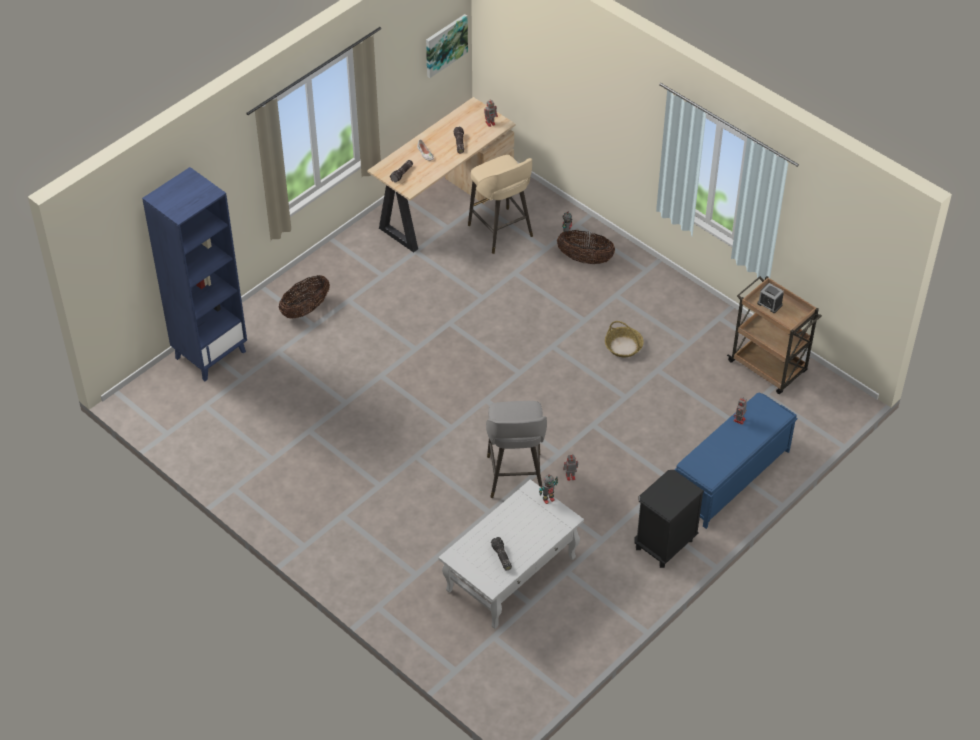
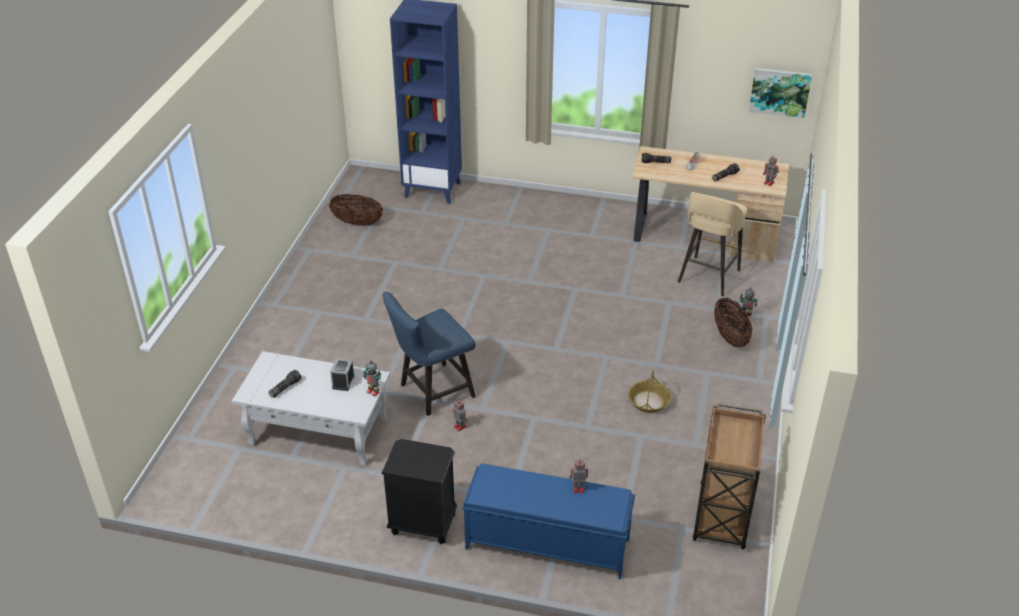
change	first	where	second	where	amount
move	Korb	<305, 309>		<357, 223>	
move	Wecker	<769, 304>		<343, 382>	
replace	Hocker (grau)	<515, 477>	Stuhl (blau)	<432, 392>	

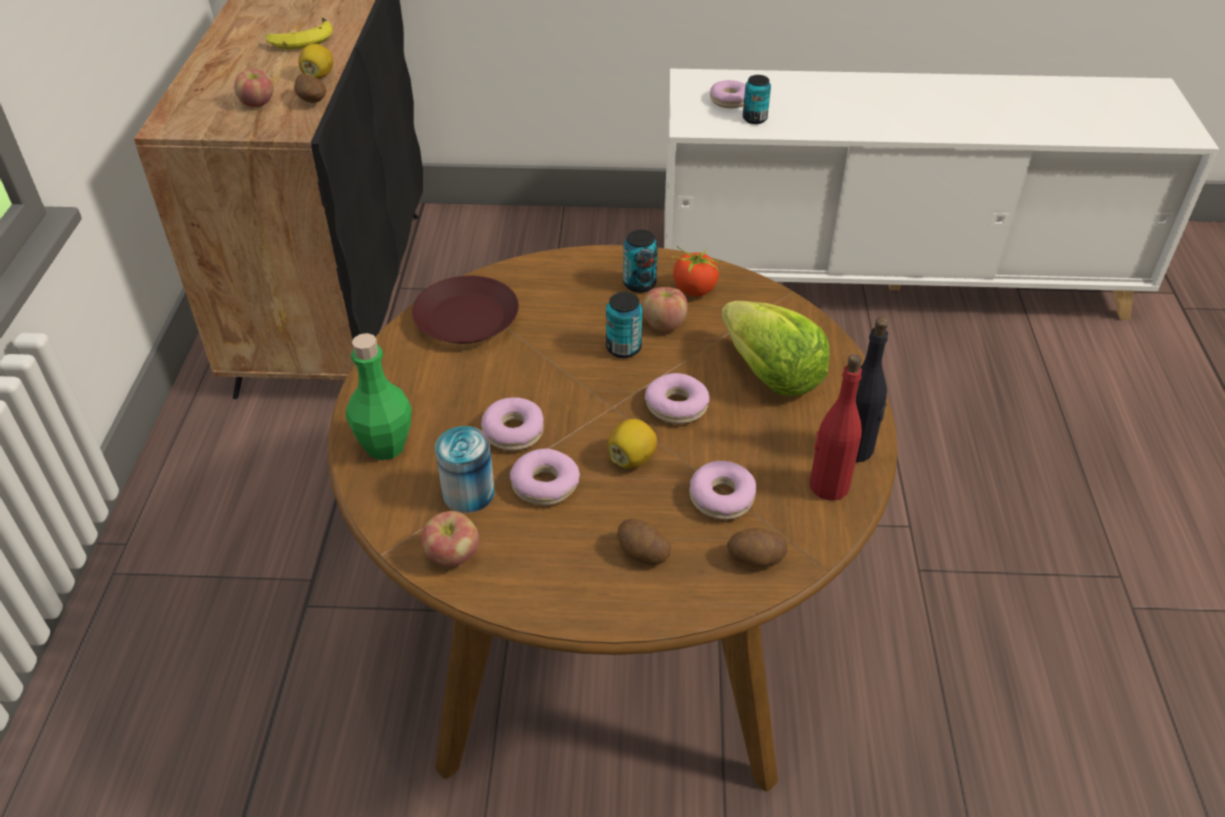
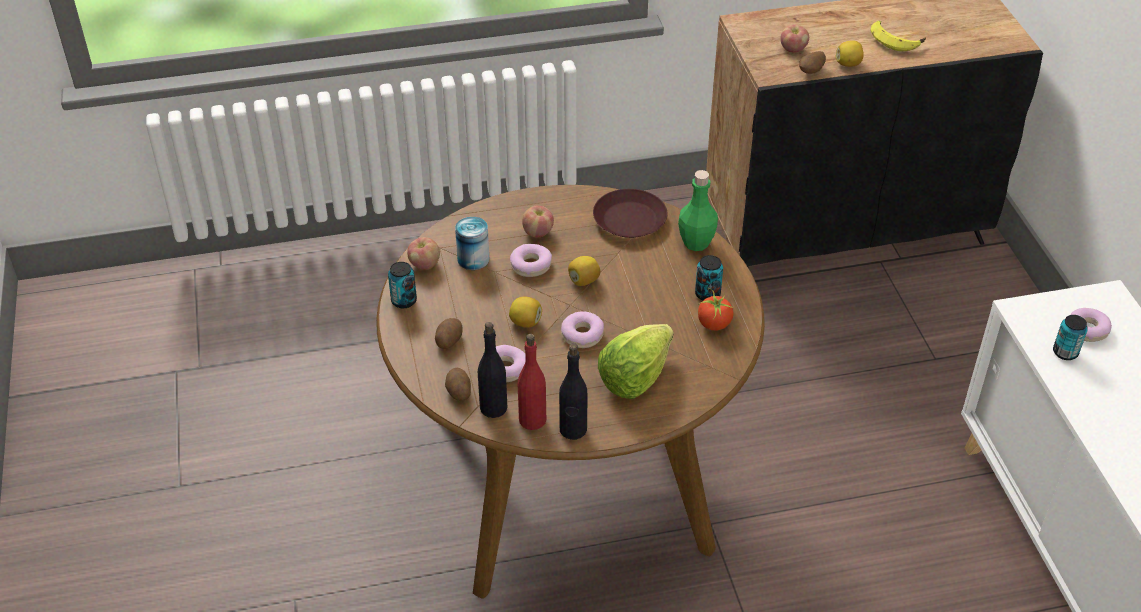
change	first	where	second	where	amount
delete	Donut	<545, 485>			
insert			Flasche (schwarz)	<493, 407>	
insert			Zitrone	<583, 281>	
move	Flasche (grün)	<385, 446>		<696, 243>	
move	Dose	<623, 348>		<404, 301>	
move	Apfel	<664, 324>		<538, 232>	

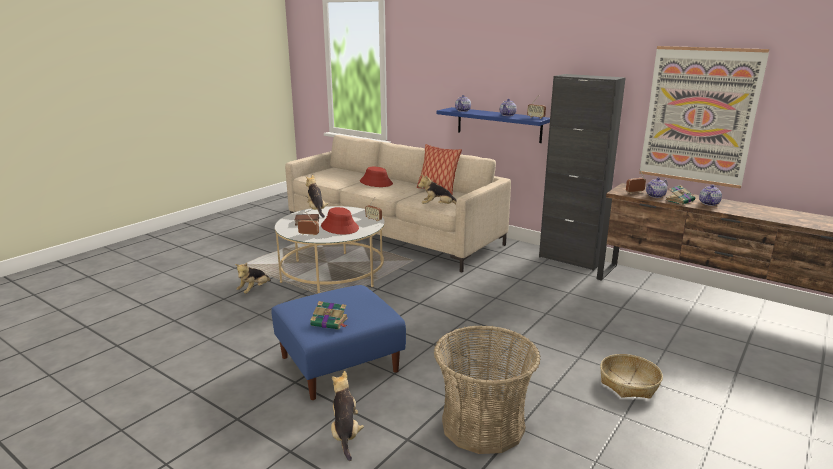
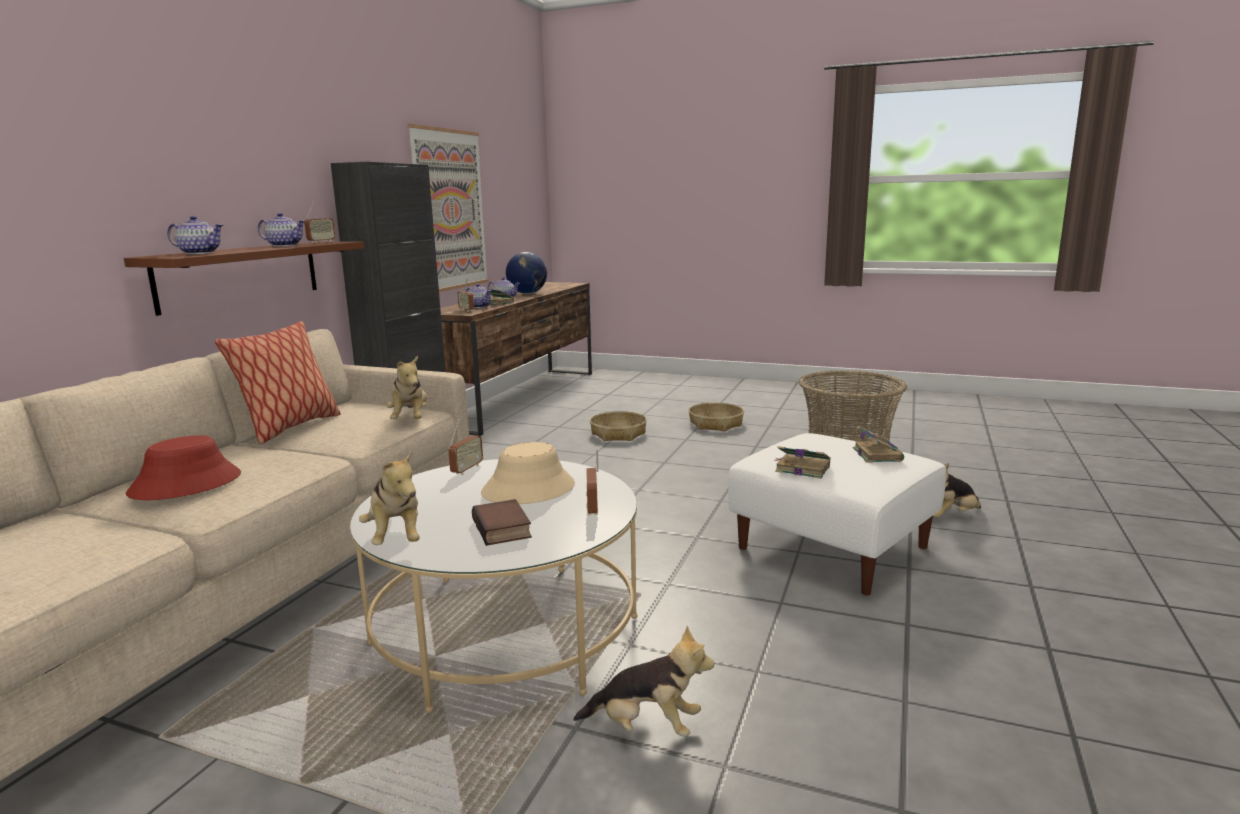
change	first	where	second	where	amount
insert			Globus	<527, 293>	
insert			Korb	<618, 434>	
insert			Buch	<801, 468>	
recolor	Polsterhocker (blau)	<339, 364>	Polsterhocker (weiß)	<833, 547>	
recolor	Hut (rot)	<340, 227>	Hut (beige)	<528, 489>	
recolor	Wandregal (blau)	<498, 124>	Wandregal (braun)	<240, 275>	
rotate	Plüschtier	<317, 210>		<396, 537>	75 degrees counterclockwise

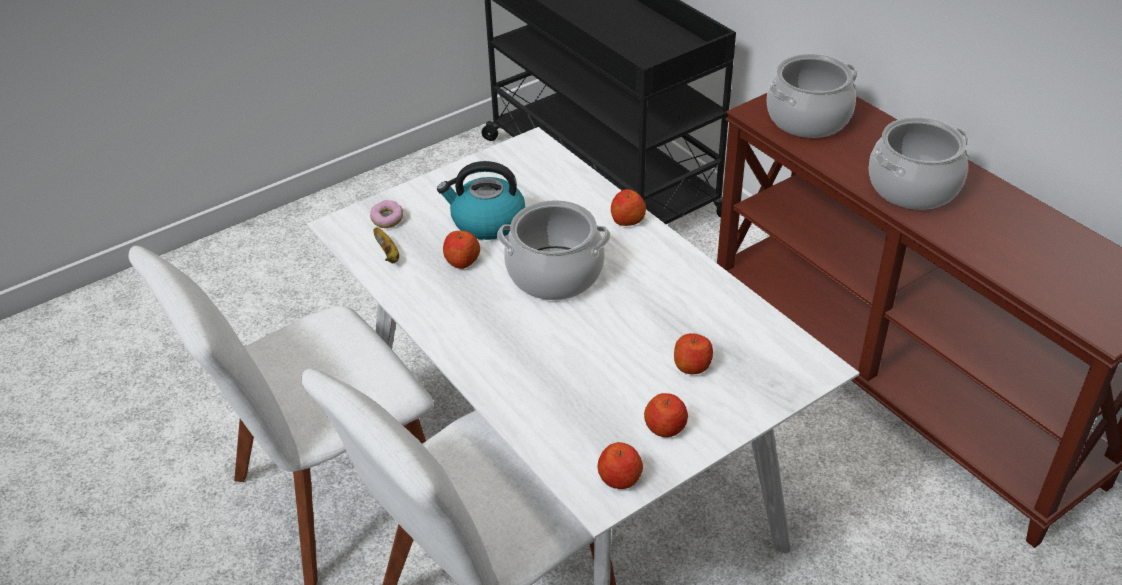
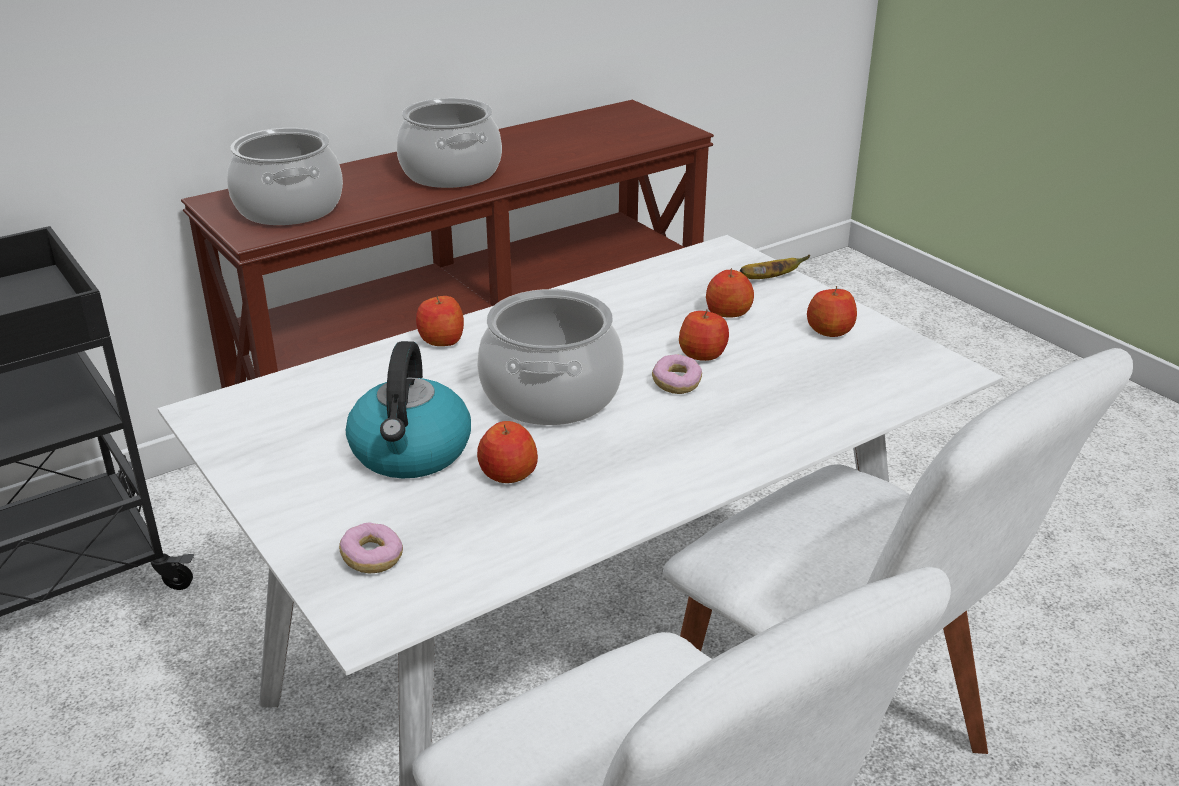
change	first	where	second	where	amount
insert			Donut	<676, 384>	
move	Banane	<388, 254>		<769, 278>	
move	Apfel	<619, 478>		<703, 354>	

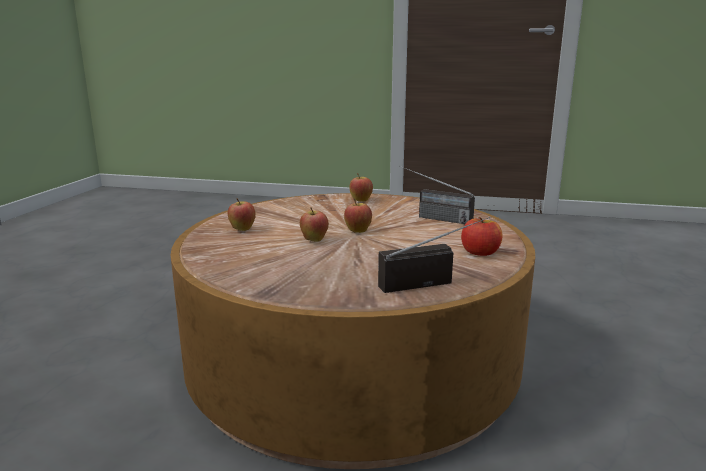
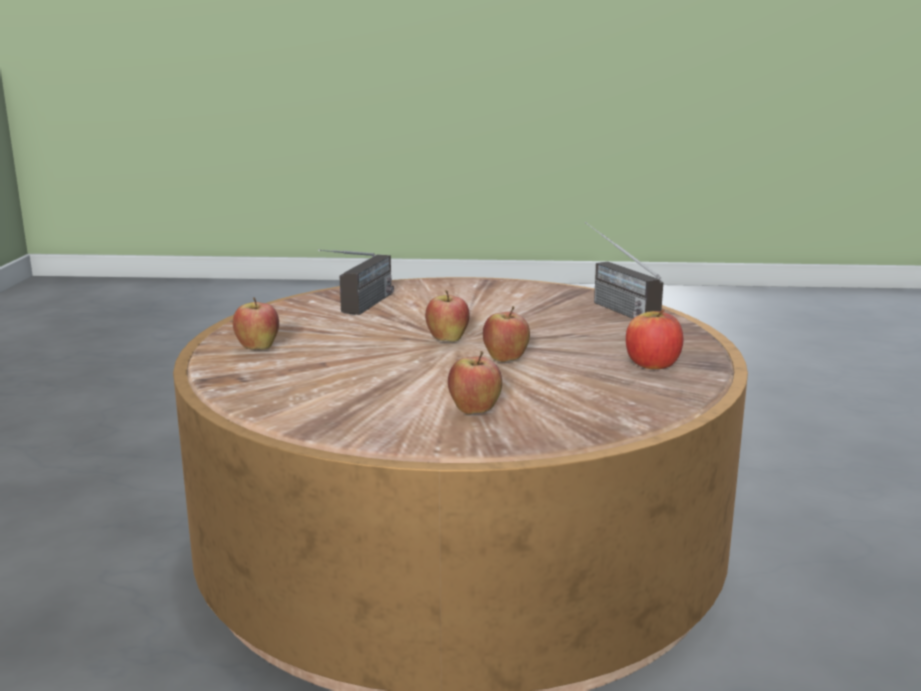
change	first	where	second	where	amount
move	Apfel	<480, 252>		<652, 364>	

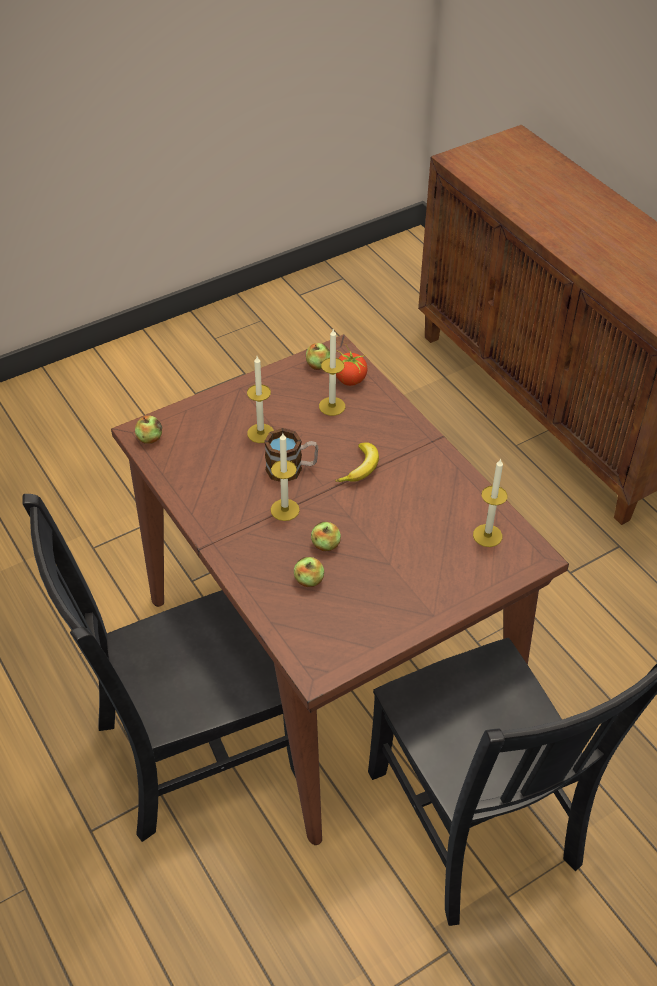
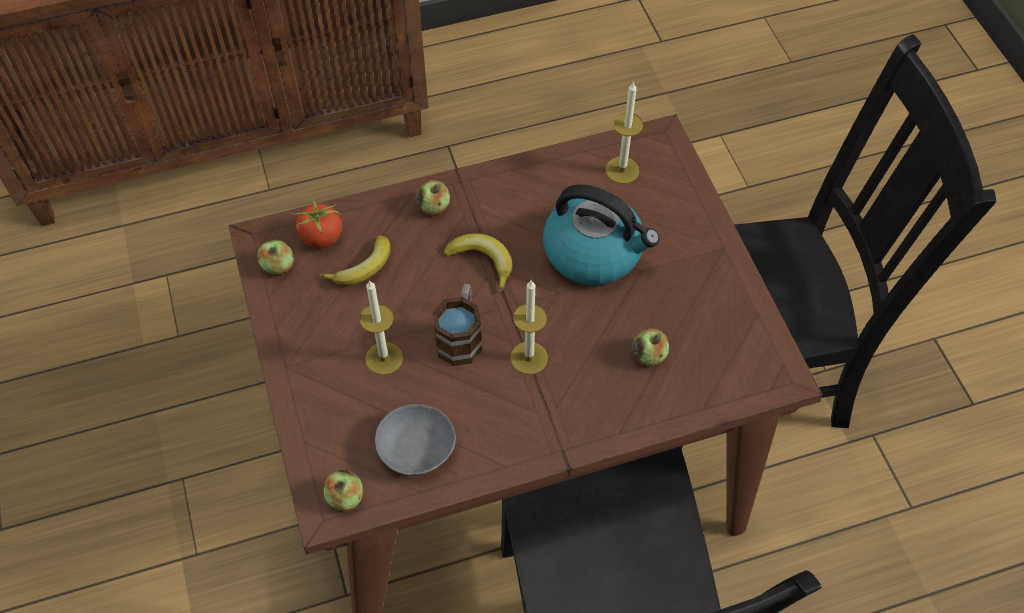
change	first	where	second	where	amount
insert			Schüssel (grau)	<418, 447>	
insert			Wasserkessel	<594, 252>	
move	Apfel	<325, 545>		<434, 207>	
replace	Kerze	<332, 406>	Banane	<363, 268>	

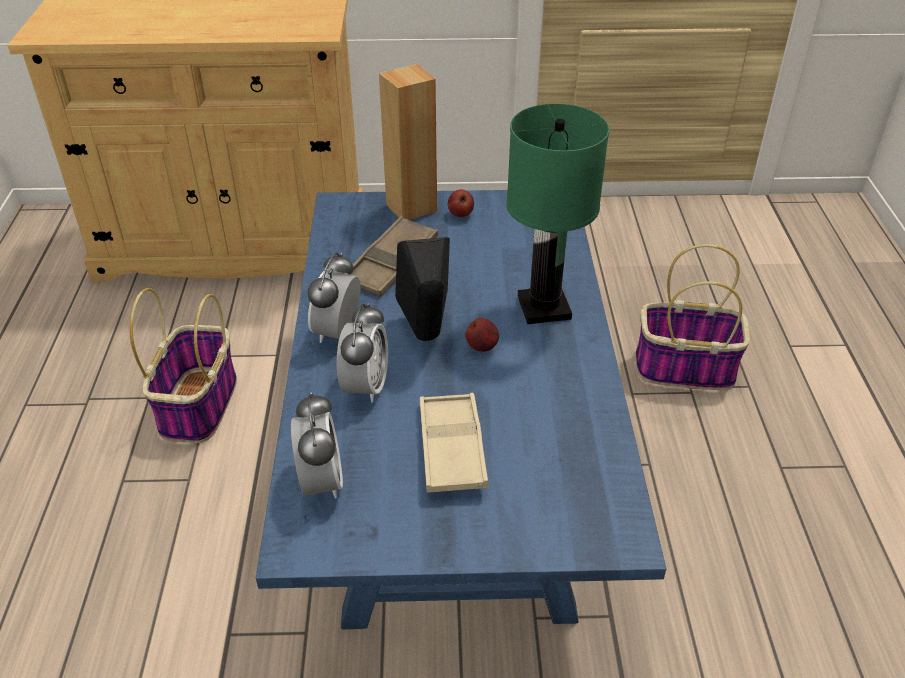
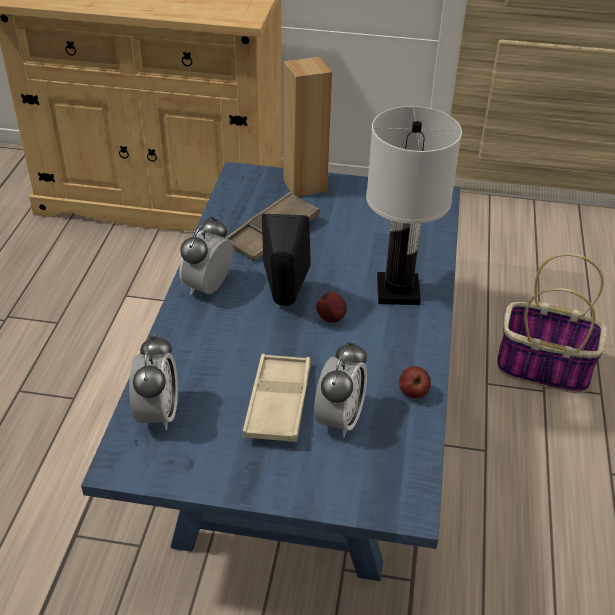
change	first	where	second	where	amount
delete	Korb	<198, 404>			
move	Wecker	<365, 386>		<339, 419>	
move	Apfel	<460, 214>		<413, 393>	
recolor	Tischlampe (grün)	<543, 308>	Tischlampe (weiß)	<397, 291>	

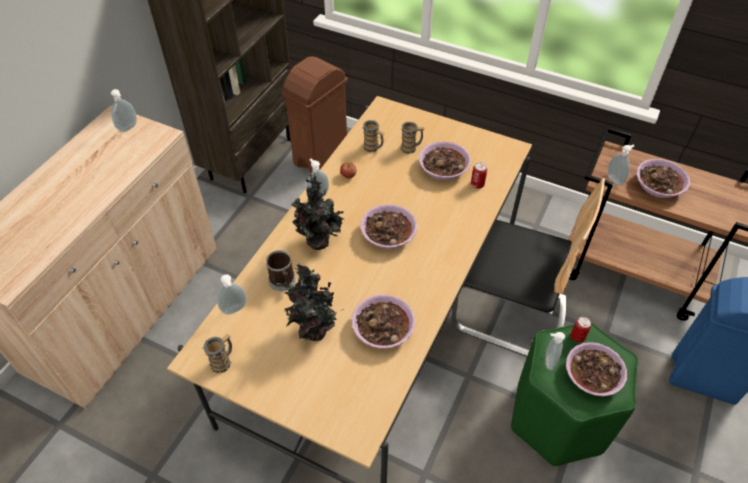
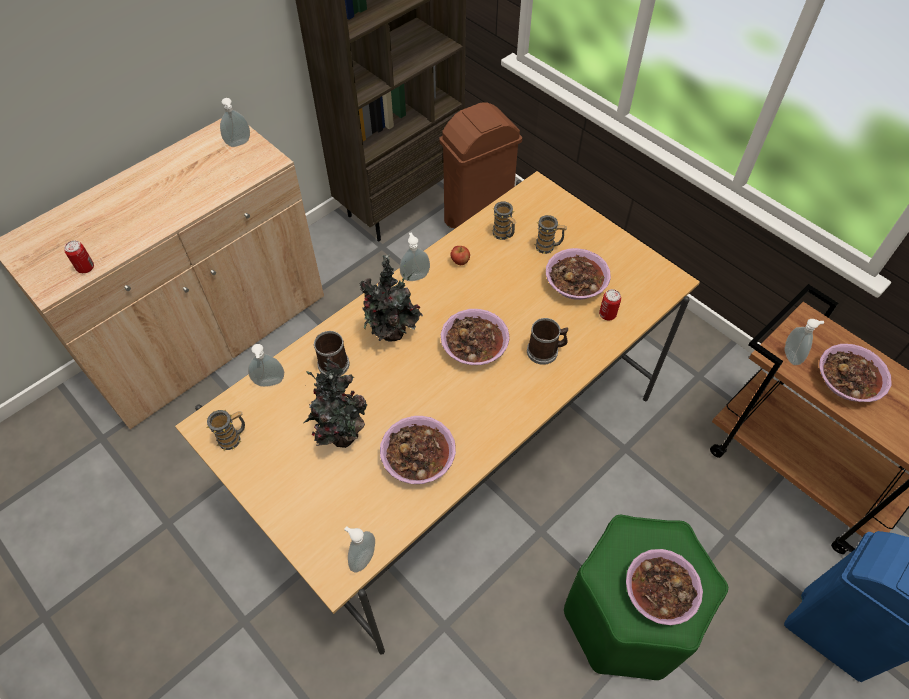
change	first	where	second	where	amount
delete	Stuhl	<509, 313>			
insert			Henkelbecher	<546, 351>	
move	Seifenspender	<548, 361>		<362, 558>	
move	Dose	<577, 337>		<85, 268>	

